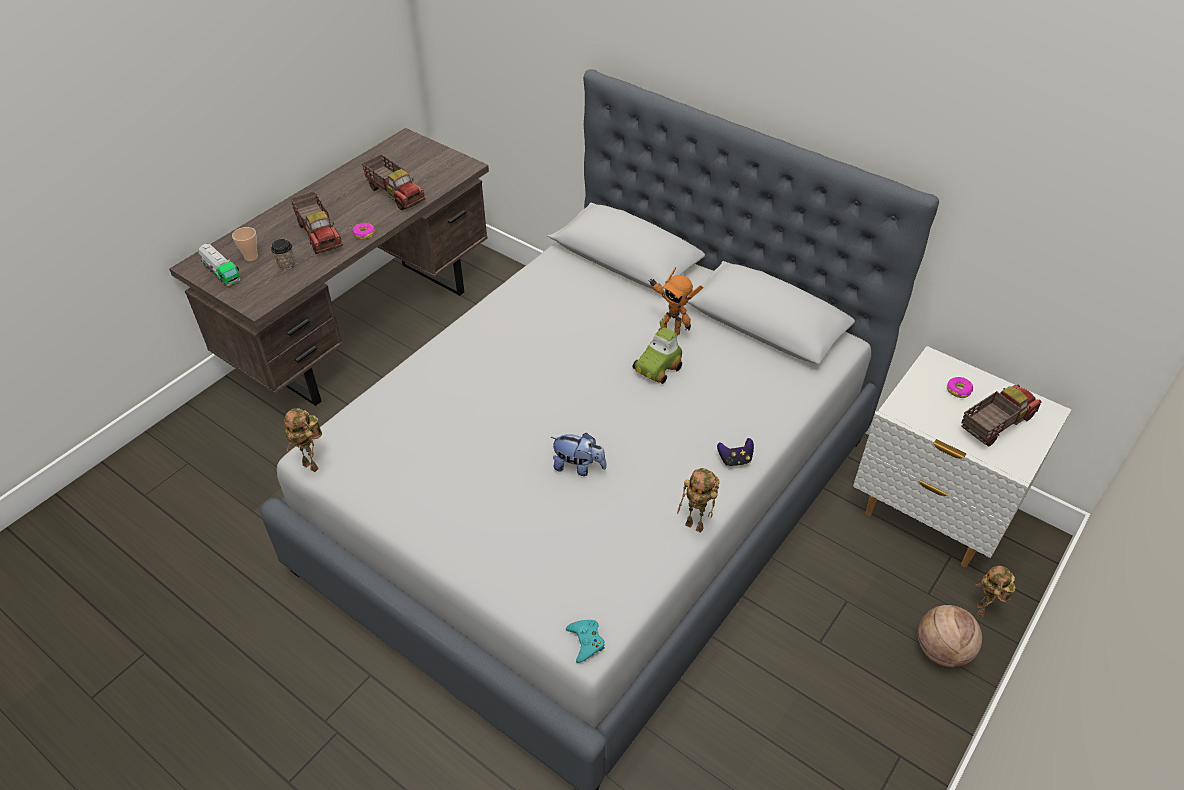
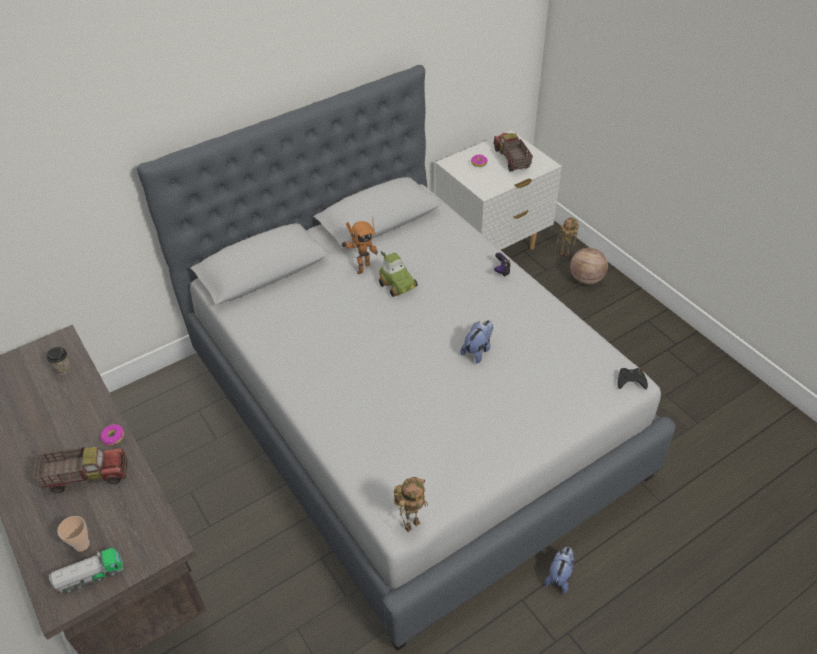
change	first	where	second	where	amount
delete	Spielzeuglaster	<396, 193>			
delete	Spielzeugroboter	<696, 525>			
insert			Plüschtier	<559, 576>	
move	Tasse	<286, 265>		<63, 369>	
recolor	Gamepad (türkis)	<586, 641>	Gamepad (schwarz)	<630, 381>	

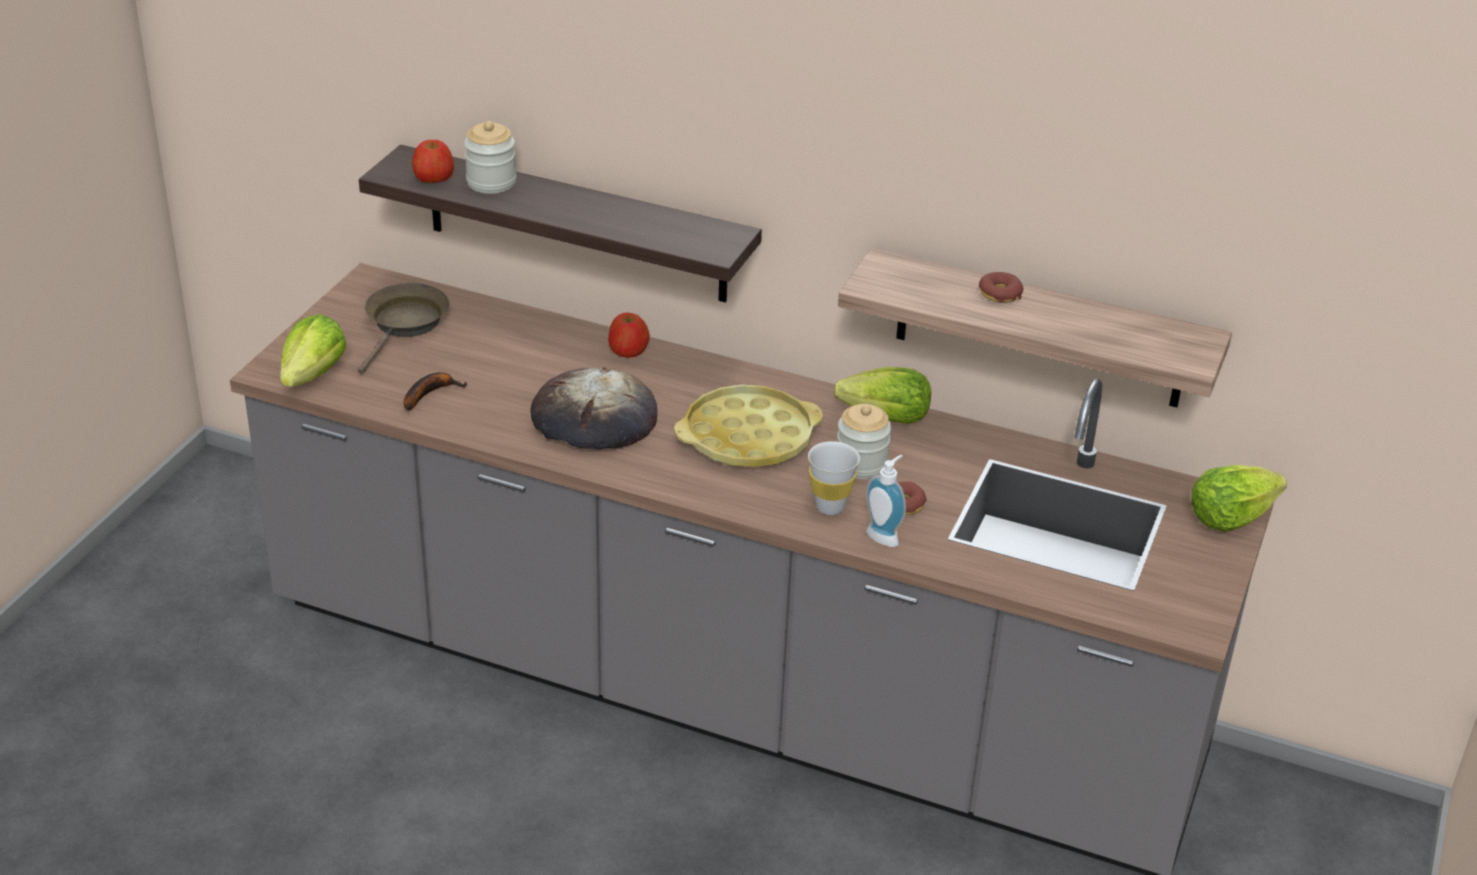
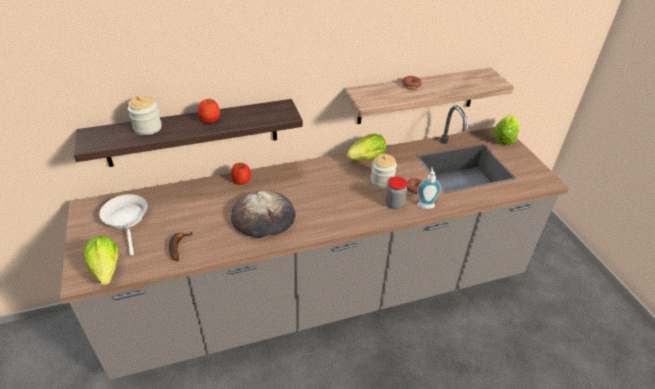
change	first	where	second	where	amount
delete	Tablett (gelb)	<748, 437>			
move	Apfel	<433, 178>		<210, 119>	
replace	Tasse (weiß)	<830, 507>	Vorratsglas	<394, 204>	
recolor	Pfanne (braun)	<405, 324>	Pfanne (weiß)	<127, 219>	

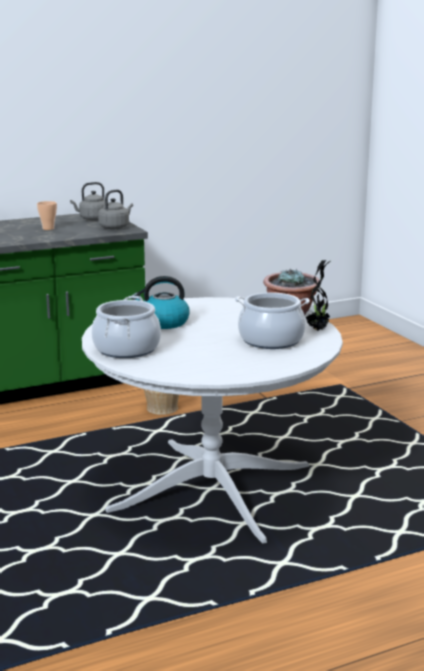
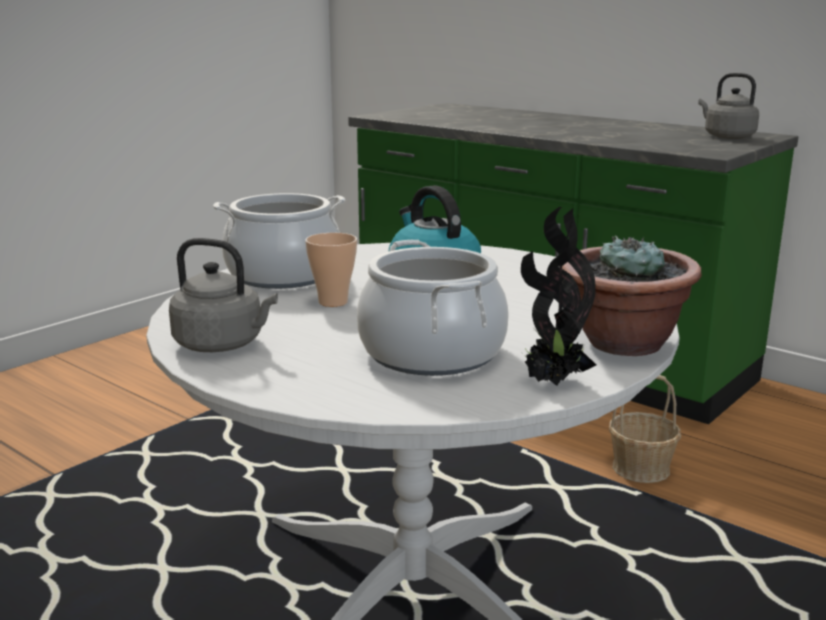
change	first	where	second	where	amount
move	Tasse	<48, 228>		<333, 302>	
move	Wasserkessel (grau)	<115, 227>		<223, 344>	

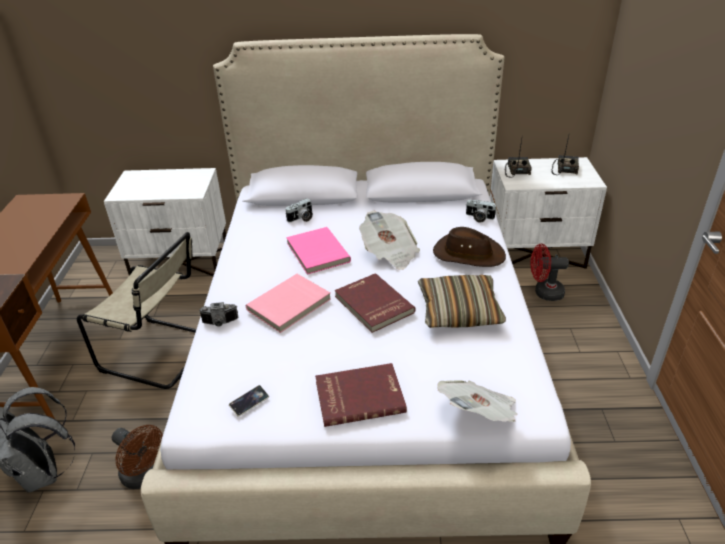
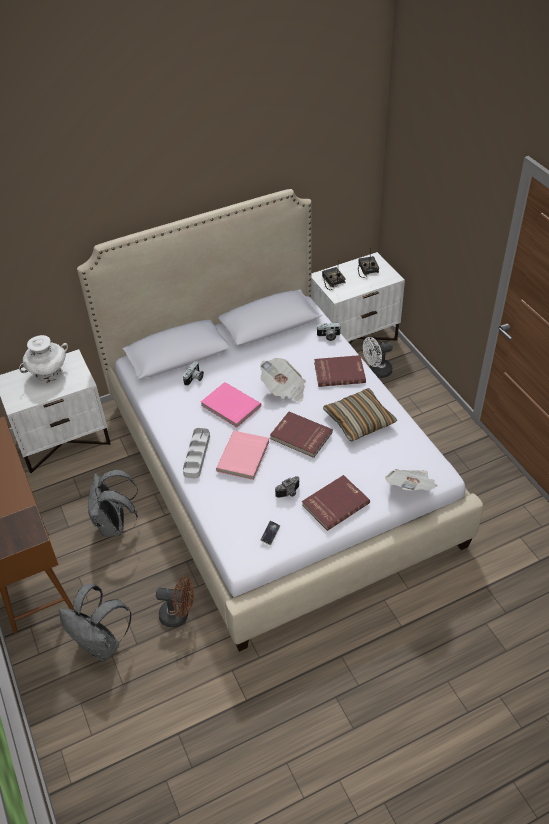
change	first	where	second	where	amount
insert			Vase (weiß)	<49, 373>	
insert			Tablett (grau)	<197, 455>	
move	Kamera	<220, 323>		<289, 493>	
replace	Stuhl (beige)	<161, 353>	Rucksack (grau)	<115, 525>	
replace	Hut (braun)	<468, 254>	Buch (rot)	<339, 372>	
recolor	Ventilator (rot)	<544, 292>	Ventilator (weiß)	<376, 372>	

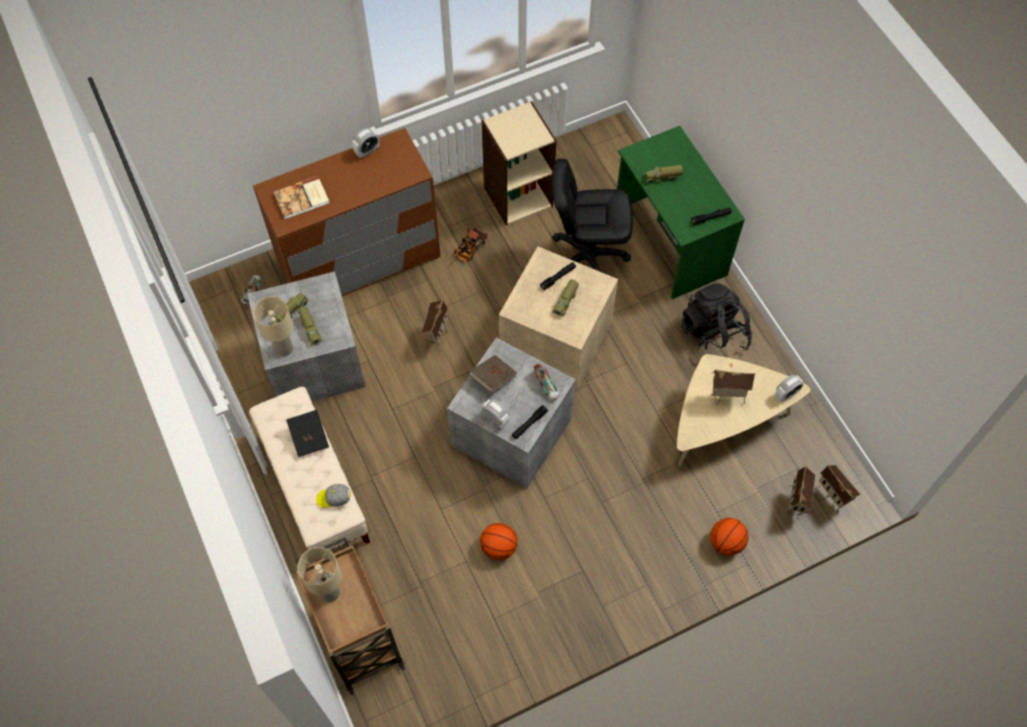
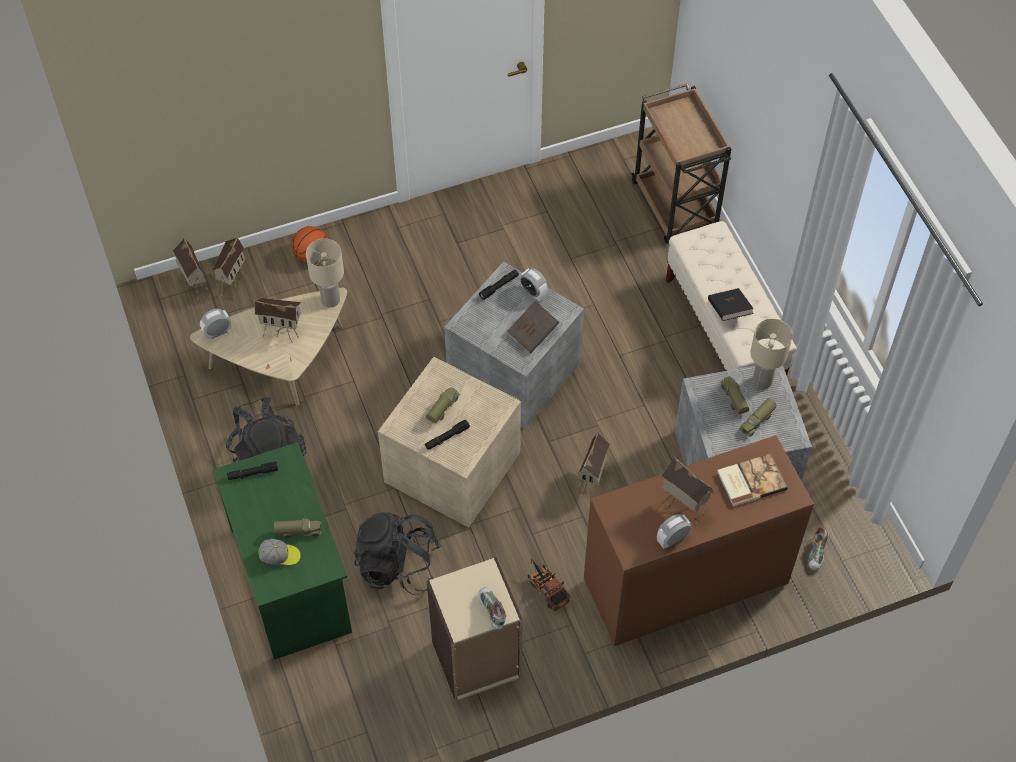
change	first	where	second	where	amount
delete	Basketball	<499, 547>			
insert			Spielzeughaus	<683, 507>	
move	Tischlampe (beige)	<329, 591>		<330, 300>	
move	Kappe	<333, 498>		<280, 556>	
move	Schuh	<546, 385>		<491, 611>	
replace	Bürostuhl (schwarz)	<587, 258>	Rucksack (schwarz)	<398, 565>	
rotate	Spielzeuglaster	<469, 250>		<546, 588>	75 degrees counterclockwise

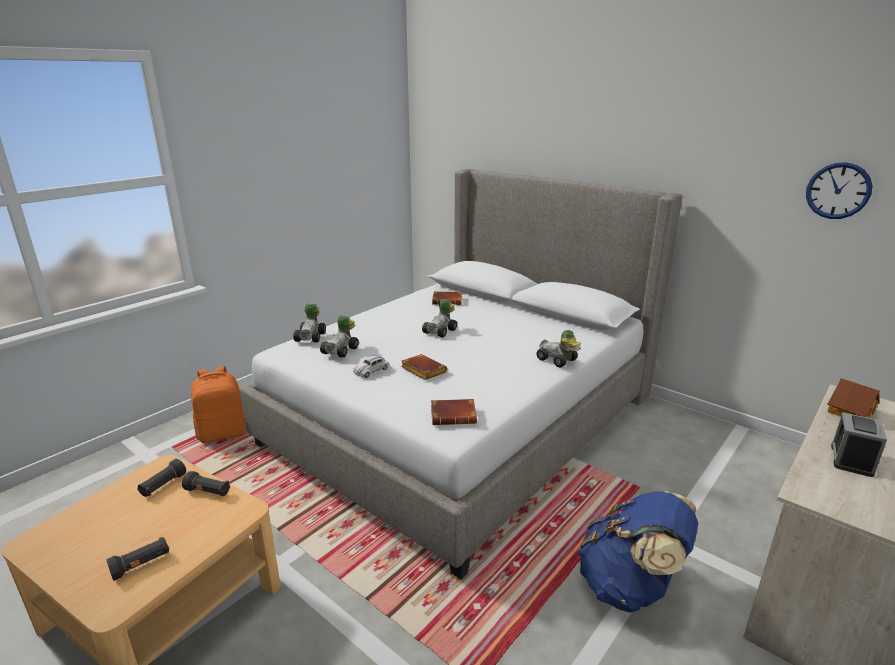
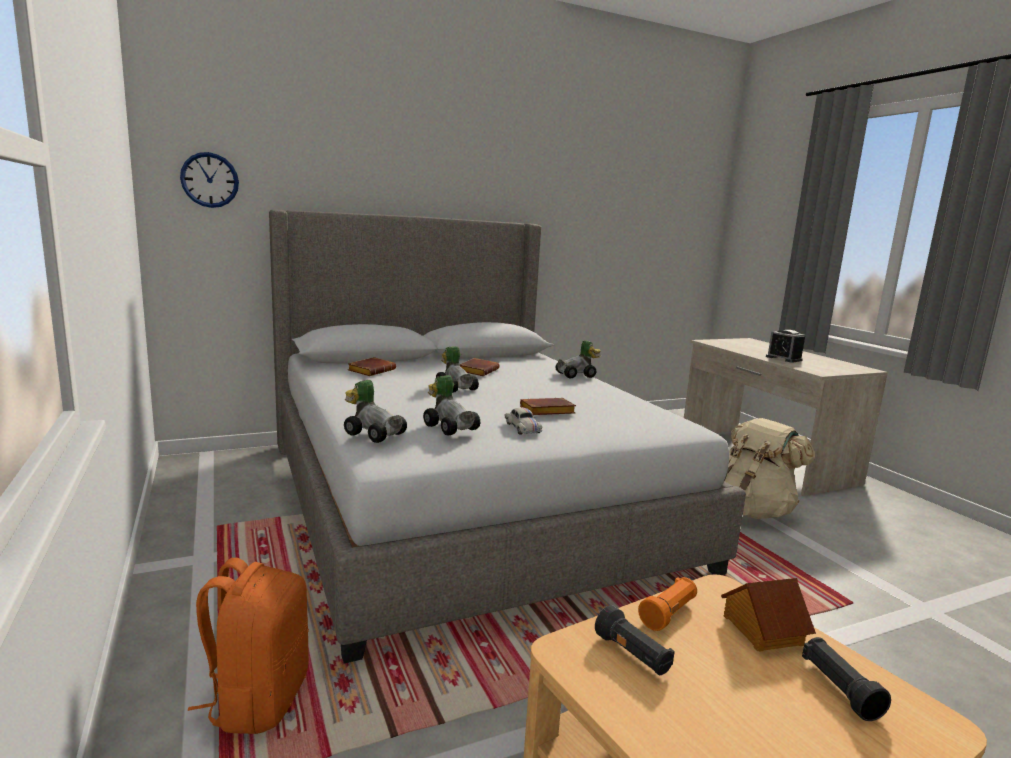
change	first	where	second	where	amount
move	Buch (braun)	<454, 415>		<478, 371>	
move	Wanduhr	<838, 191>		<210, 180>	
move	Spielzeughaus	<849, 412>		<761, 630>	
recolor	Taschenlampe (schwarz)	<208, 492>	Taschenlampe (orange)	<668, 614>	
recolor	Rucksack (blau)	<629, 586>	Rucksack (beige)	<750, 511>	

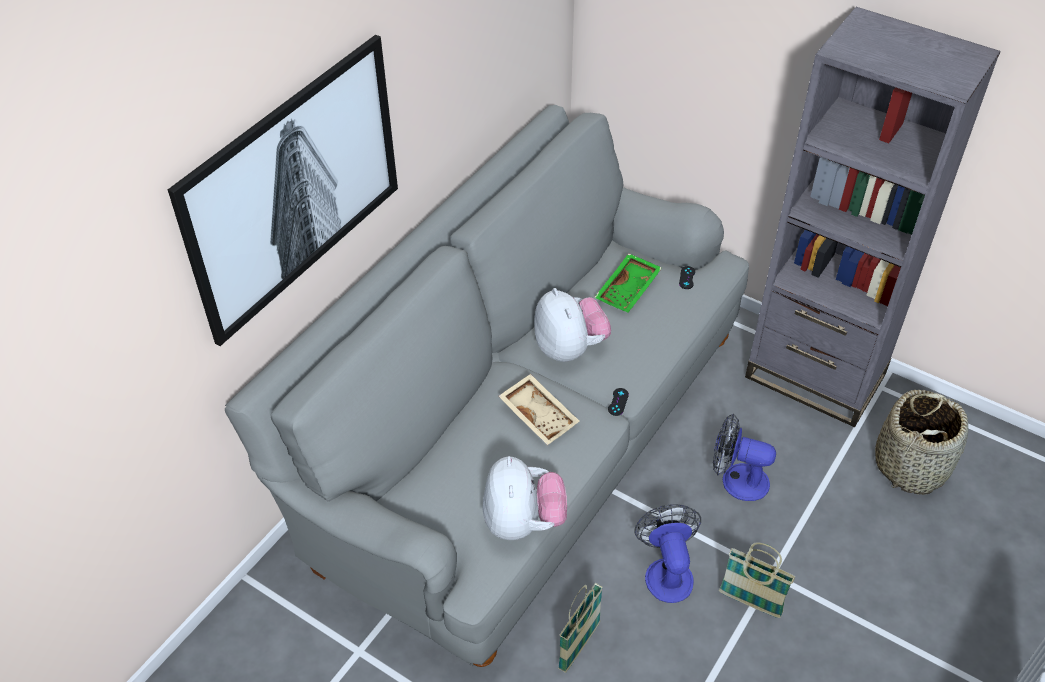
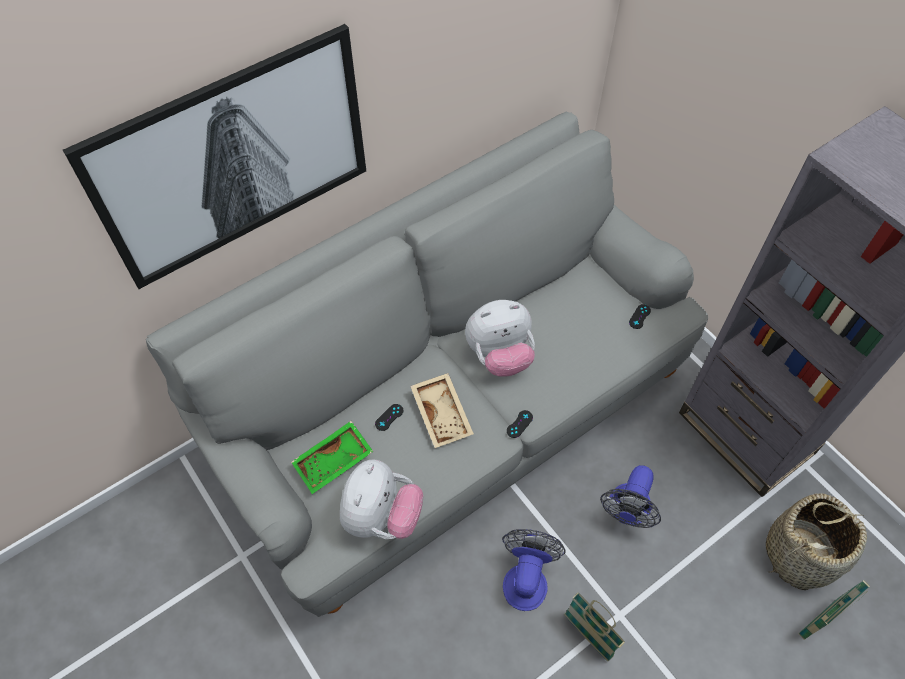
change	first	where	second	where	amount
insert			Gamepad (schwarz)	<389, 417>	
move	Korb	<579, 646>		<819, 619>	
move	Tablett (grün)	<629, 290>		<334, 462>	
rotate	Plüschtier	<570, 348>		<499, 355>	75 degrees clockwise
rotate	Ventilator	<736, 480>		<627, 512>	105 degrees counterclockwise

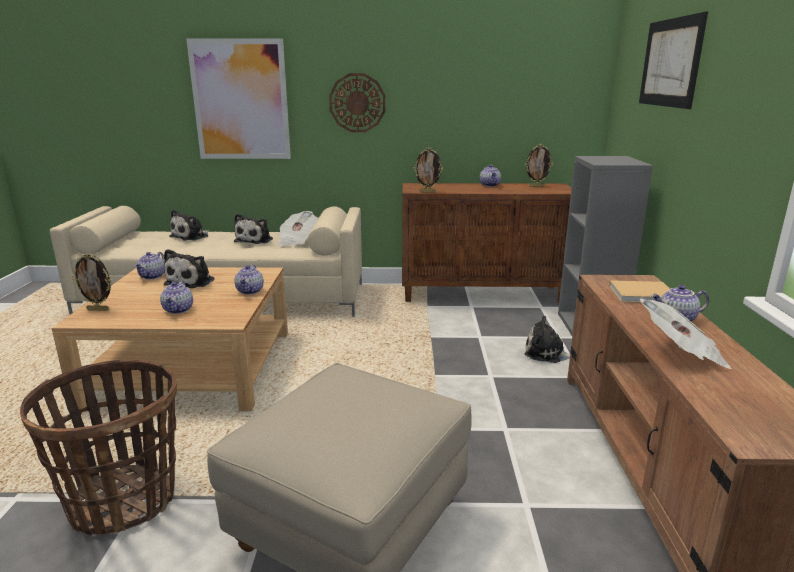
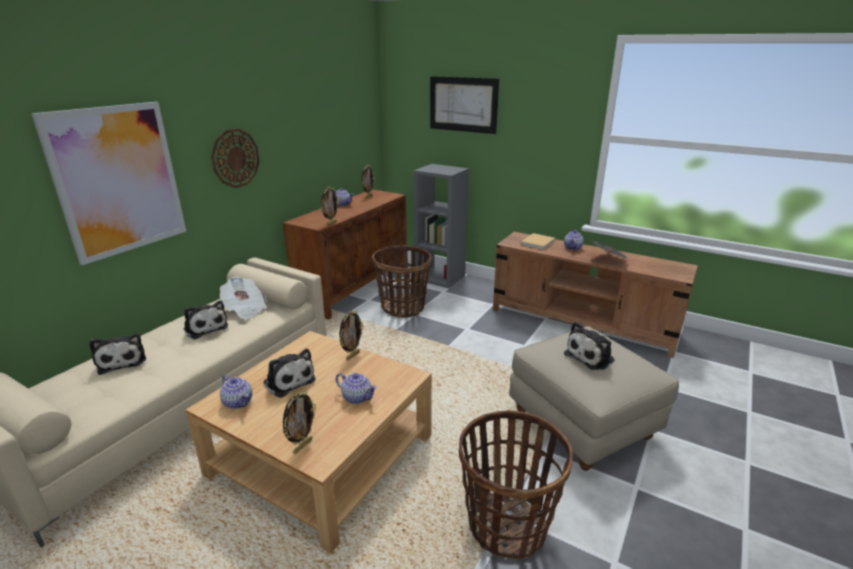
change	first	where	second	where	amount
insert			Korb	<403, 308>	
move	Plüschtier	<547, 353>		<591, 356>	
replace	Teekanne	<250, 291>	Bilderrahmen	<352, 355>	

